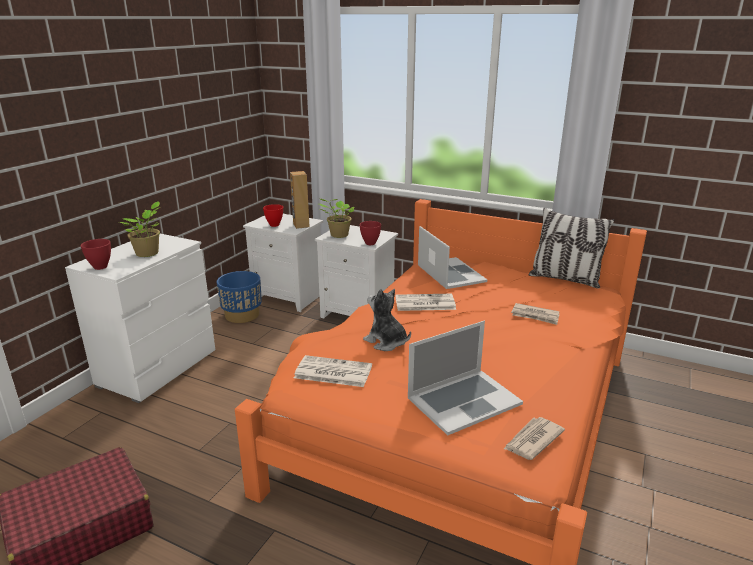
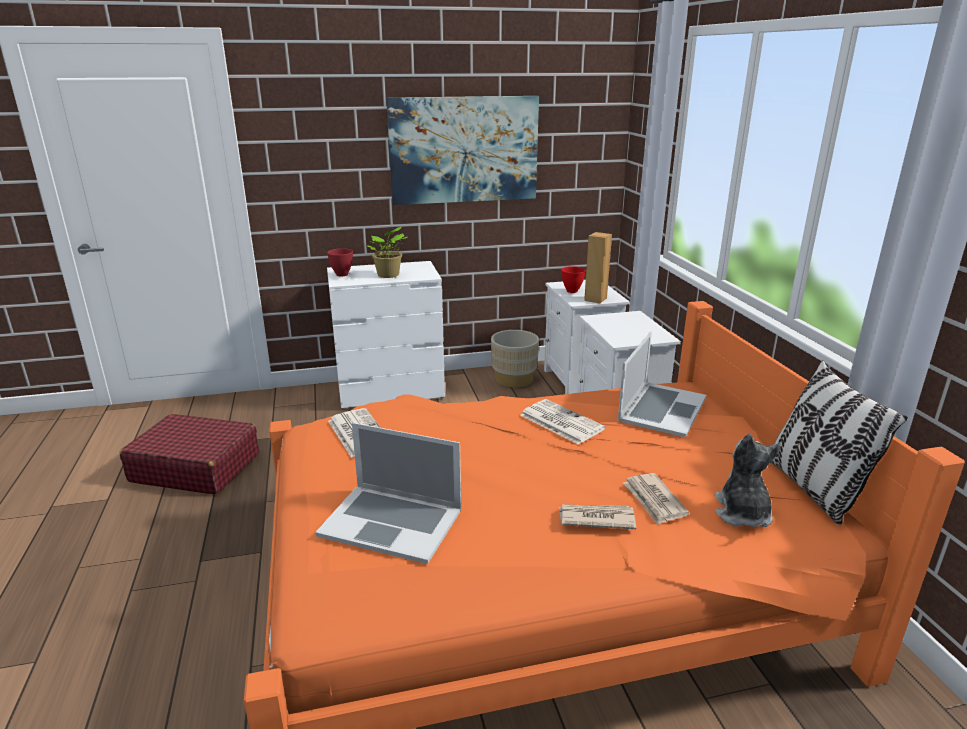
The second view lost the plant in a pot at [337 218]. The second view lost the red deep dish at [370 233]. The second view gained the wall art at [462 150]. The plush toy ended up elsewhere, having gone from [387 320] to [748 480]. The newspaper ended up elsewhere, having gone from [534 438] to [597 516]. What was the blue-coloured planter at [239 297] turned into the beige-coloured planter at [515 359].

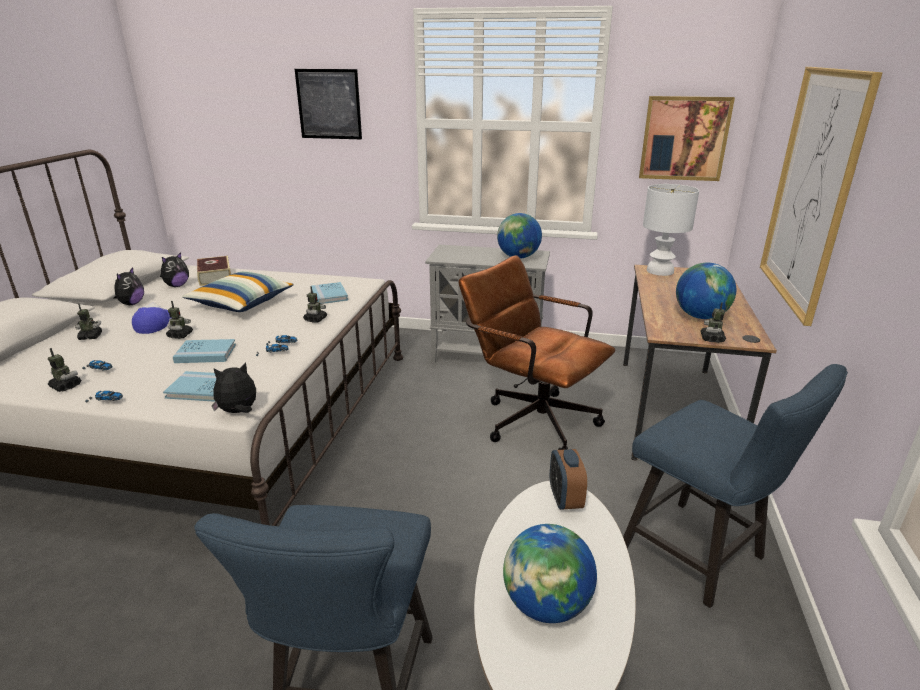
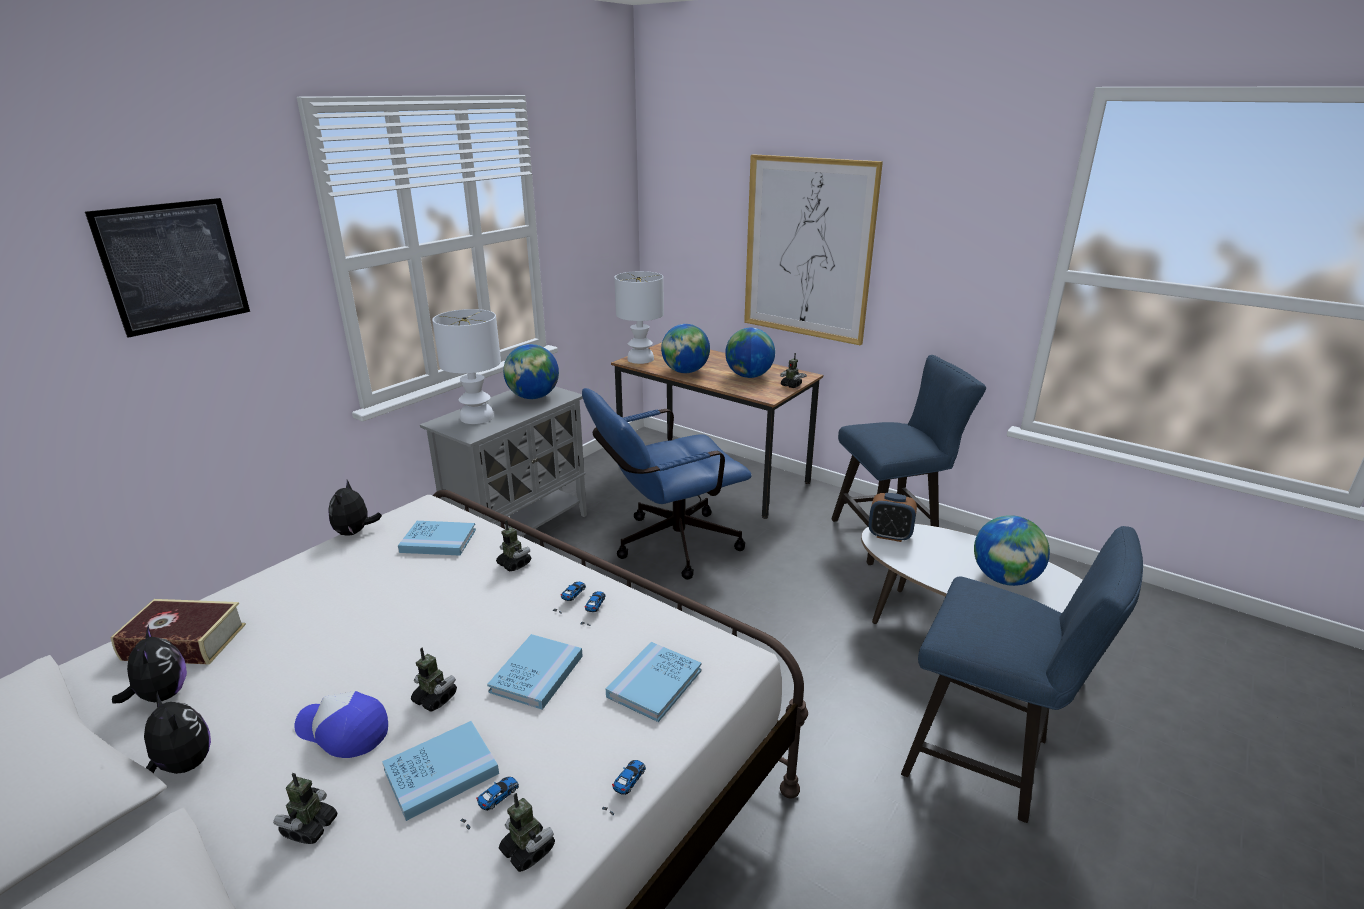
The second view lost the pillow at [238 291]. The second view lost the wall art at [687 138]. The second view gained the blue-coloured volume at [440 771]. The second view gained the white table lamp at [466 366]. The second view gained the globe at [685 348]. The plush toy ended up elsewhere, having gone from [234 387] to [355 508]. What was the brown-coloured computer chair at [537 352] turned into the blue-coloured computer chair at [667 484]. The toy robot at [64 370] ended up facing another way, 75 degrees clockwise from before.

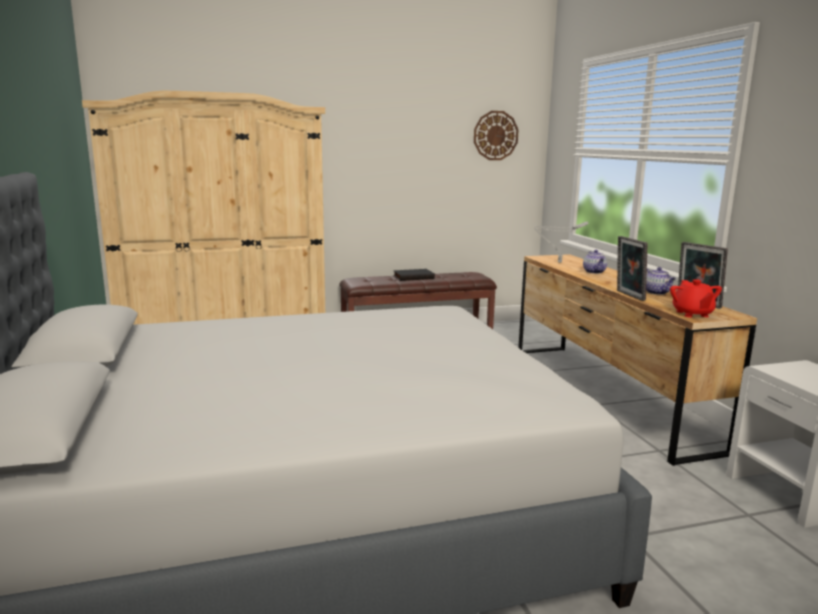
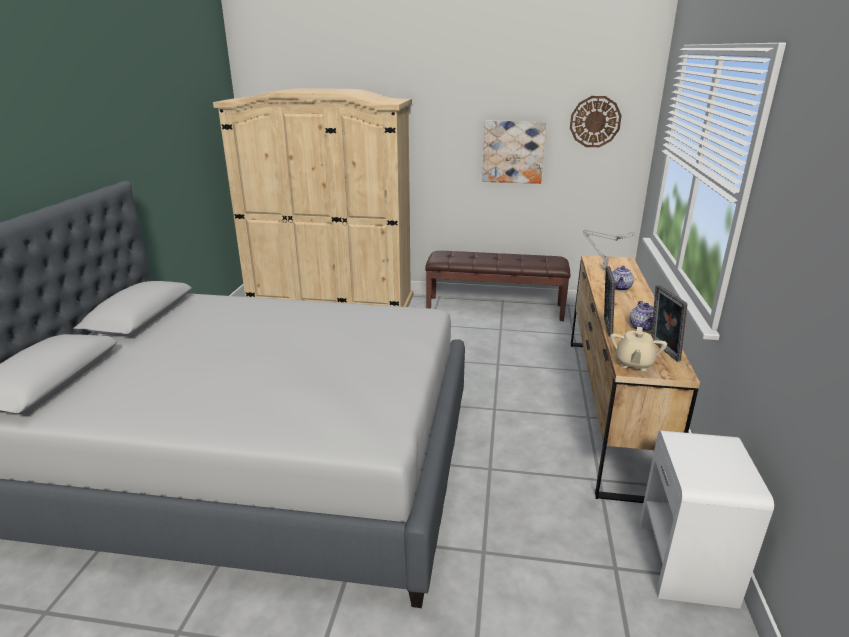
The second view lost the black-coloured volume at [414 275]. The second view gained the wall art at [514 152]. What was the red tea pot at [696 298] turned into the beige-coloured tea pot at [638 349].

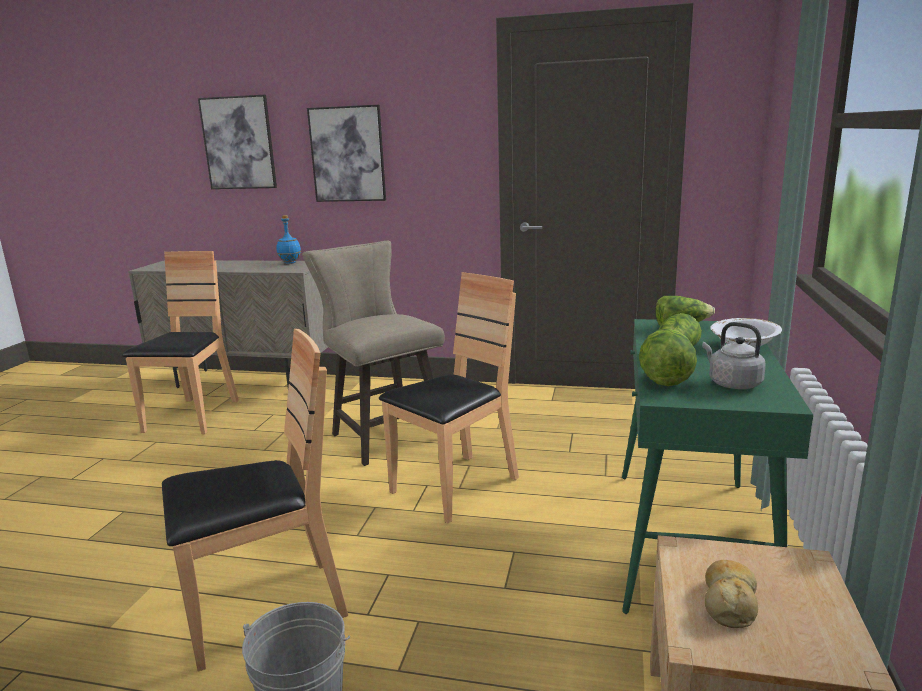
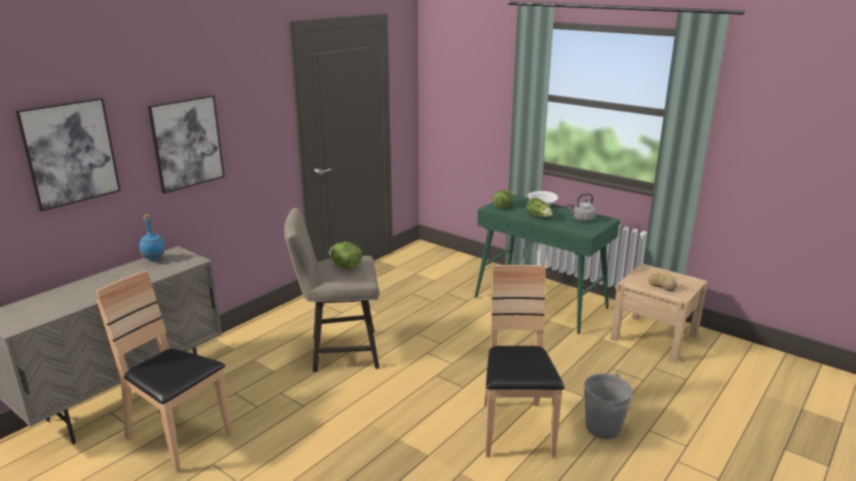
The second view lost the brown-coloured plain chair at [449 397]. The lettuce ended up elsewhere, having gone from [668 357] to [345 255].

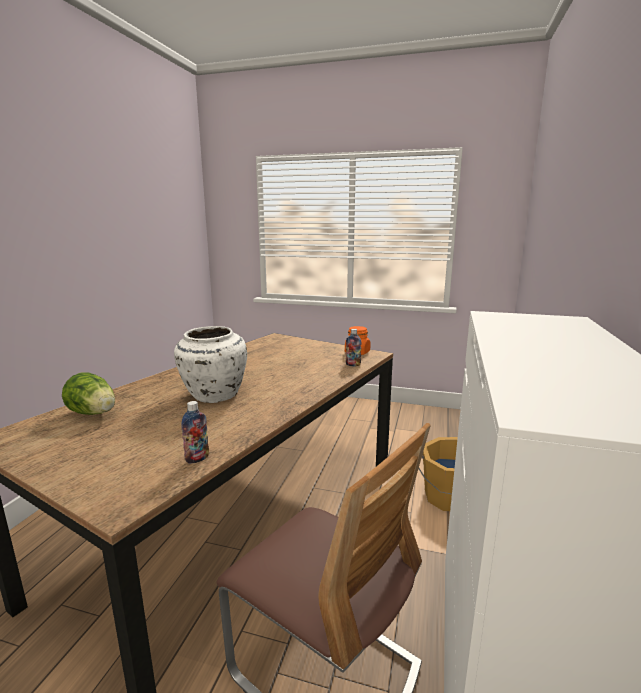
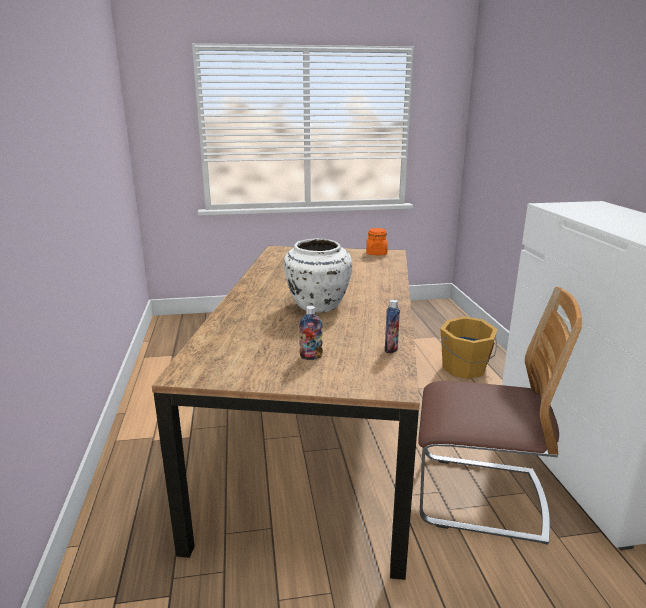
The second view lost the lettuce at [88 393]. The bottle ended up elsewhere, having gone from [353 348] to [311 333].

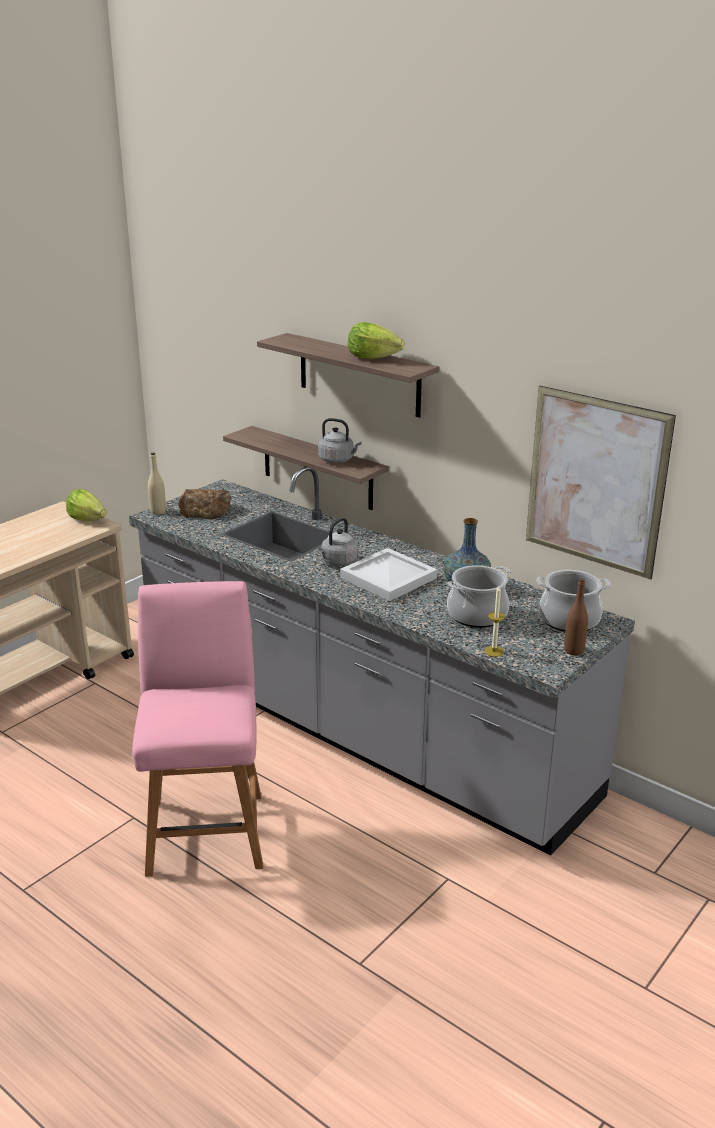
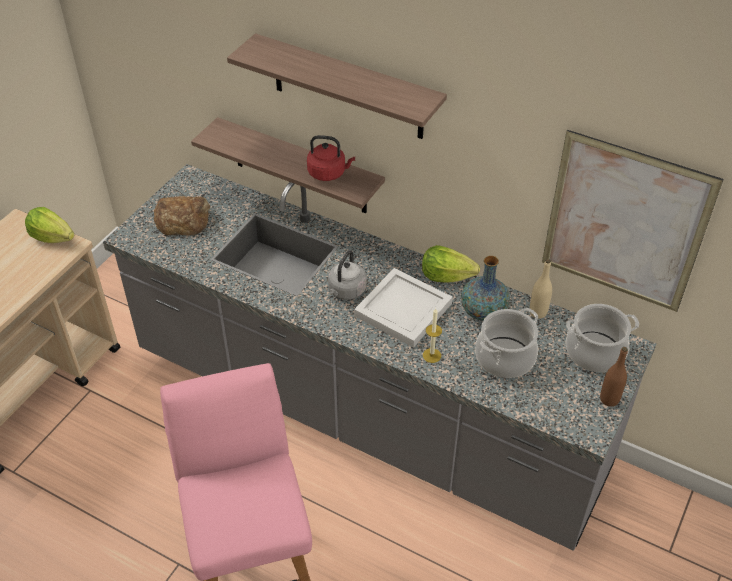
The beige-coloured bottle ended up elsewhere, having gone from [157 484] to [541 288]. The lettuce ended up elsewhere, having gone from [376 340] to [451 264]. The wax candle ended up elsewhere, having gone from [494 621] to [432 335]. What was the grey tea kettle at [340 440] turned into the red tea kettle at [331 158].

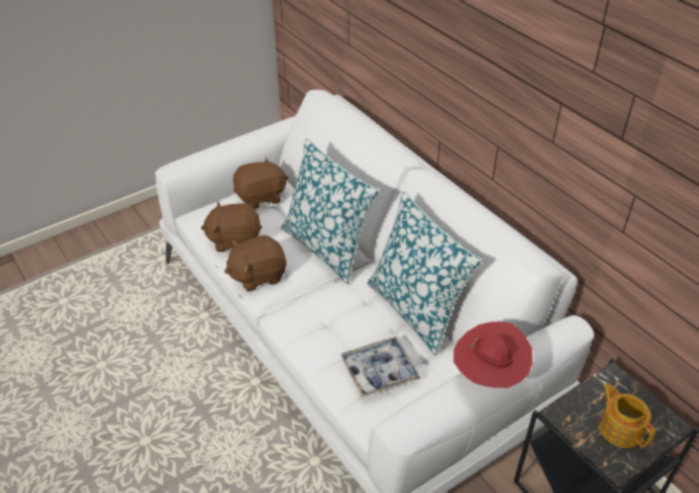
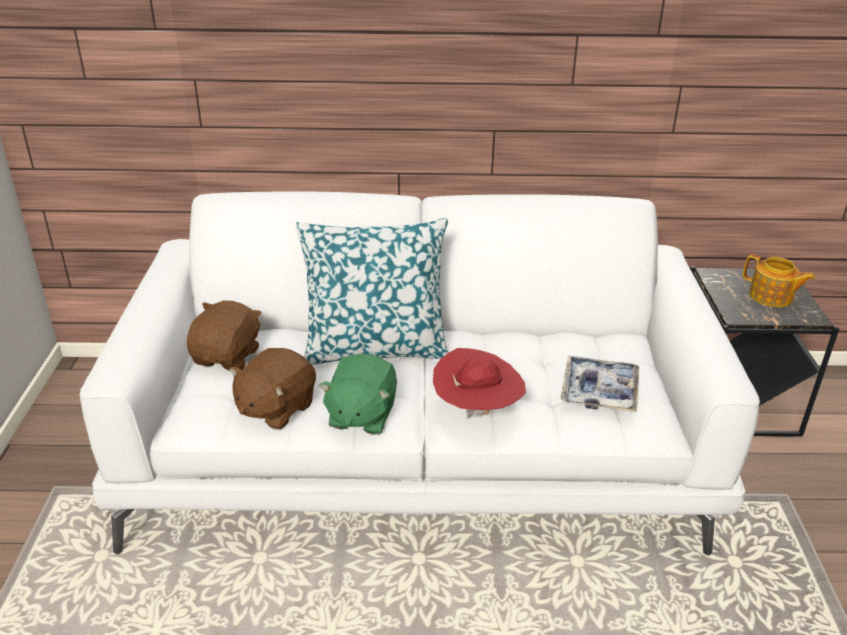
The second view lost the pillow at [424 274]. The red wearable hat ended up elsewhere, having gone from [493 355] to [479 383]. What was the brown-coloured plush toy at [255 263] turned into the green-coloured plush toy at [358 394]. The tea pot at [627 415] ended up facing another way, 150 degrees counterclockwise from before.

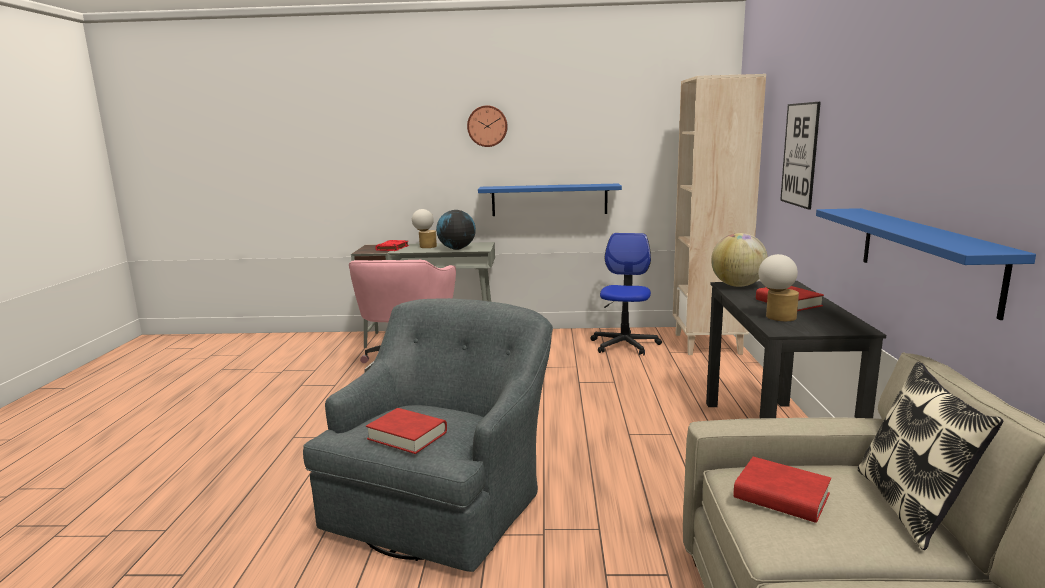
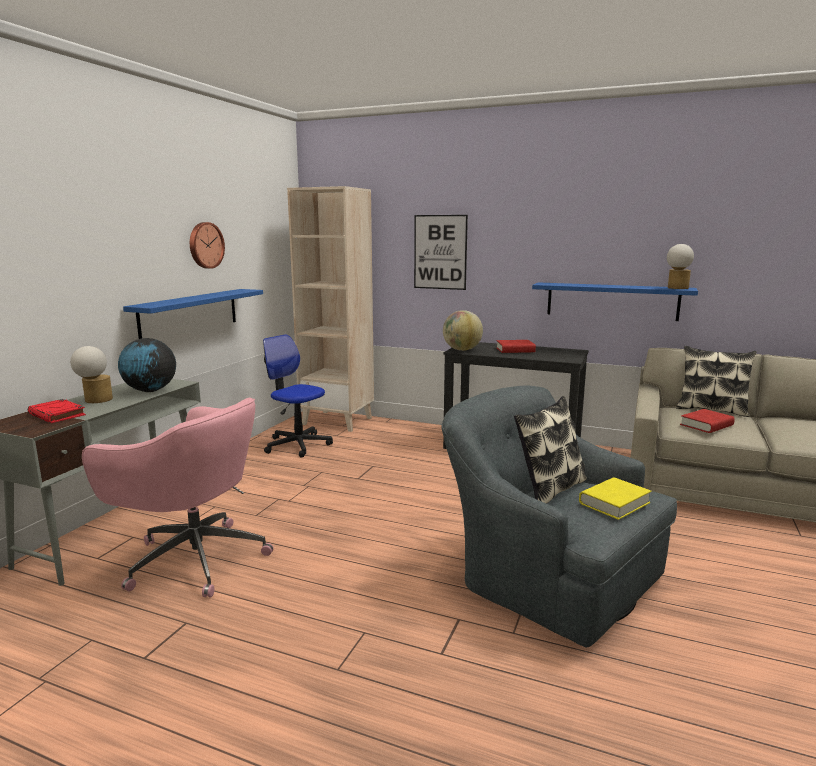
The second view gained the pillow at [550 450]. The wall clock ended up elsewhere, having gone from [487 126] to [207 245]. The table lamp ended up elsewhere, having gone from [778 287] to [680 266]. What was the red volume at [406 431] turned into the yellow-coloured volume at [615 498].

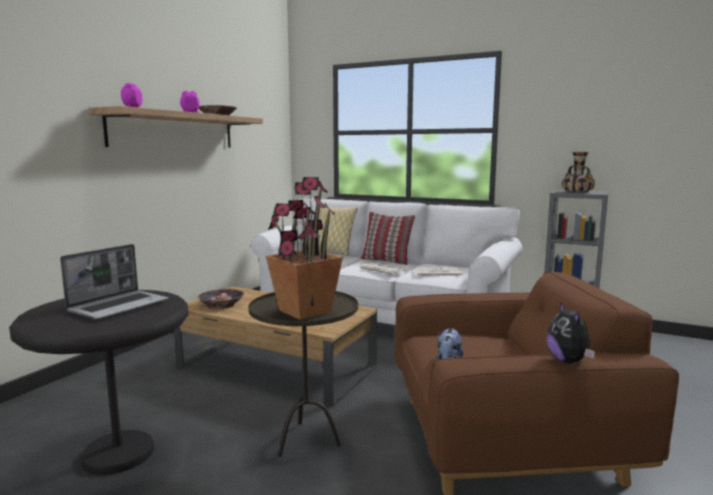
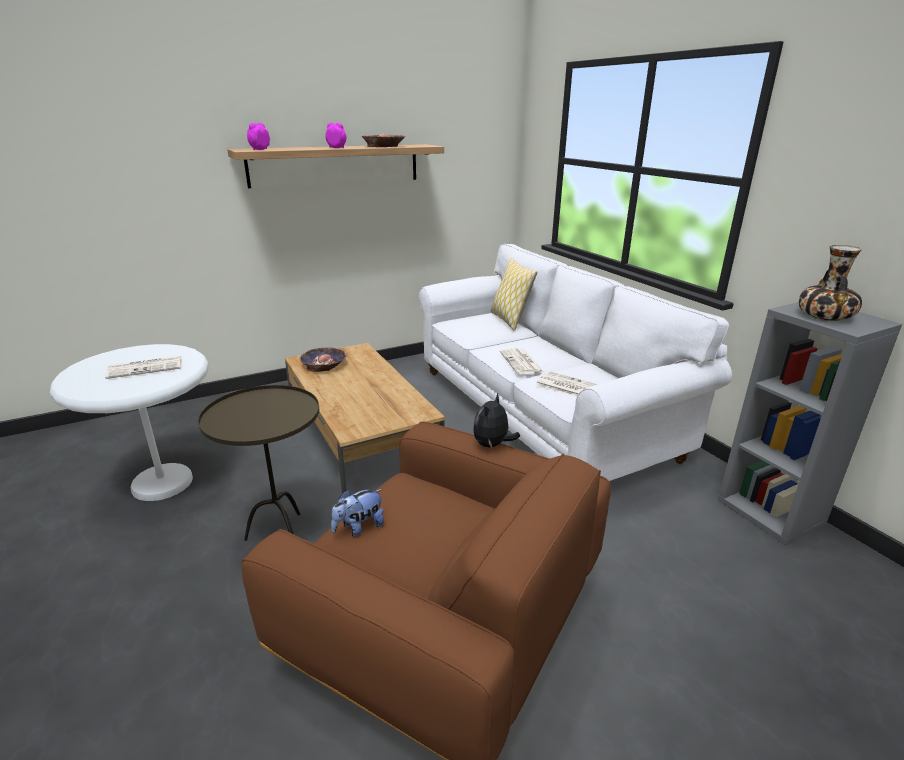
The second view lost the plant in a pot at [304 248]. The second view lost the pillow at [388 238]. The plush toy ended up elsewhere, having gone from [571 333] to [496 420]. Where the notebook computer stood at [114 282], the newspaper came to stand at [143 367]. What was the black-coloured end table at [99 382] turned into the white end table at [129 422].

